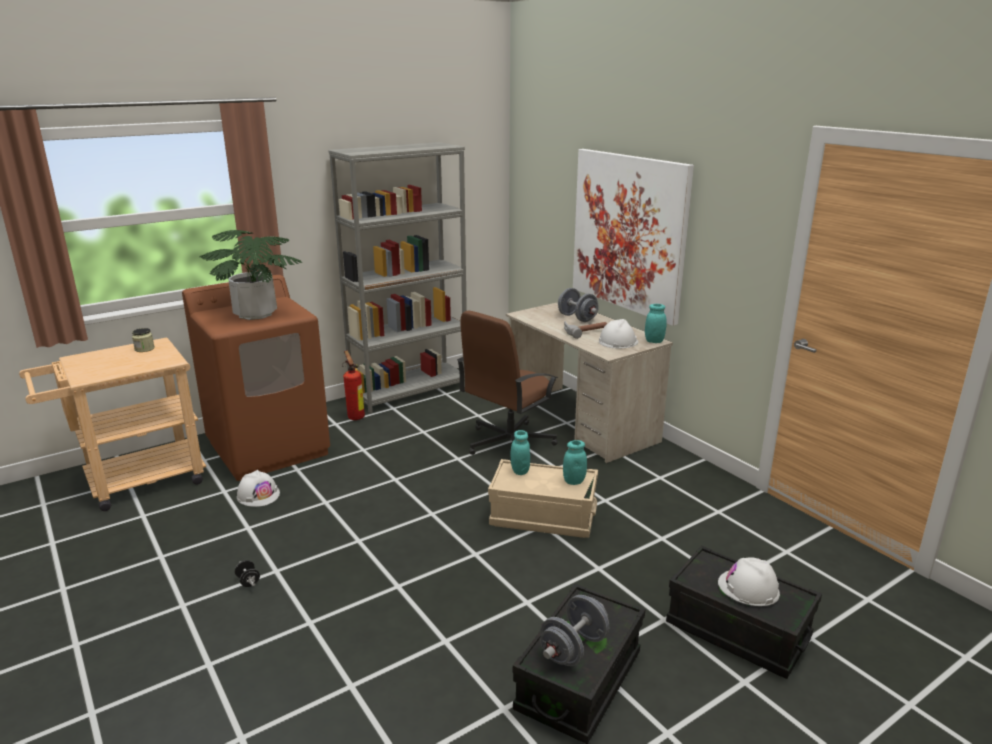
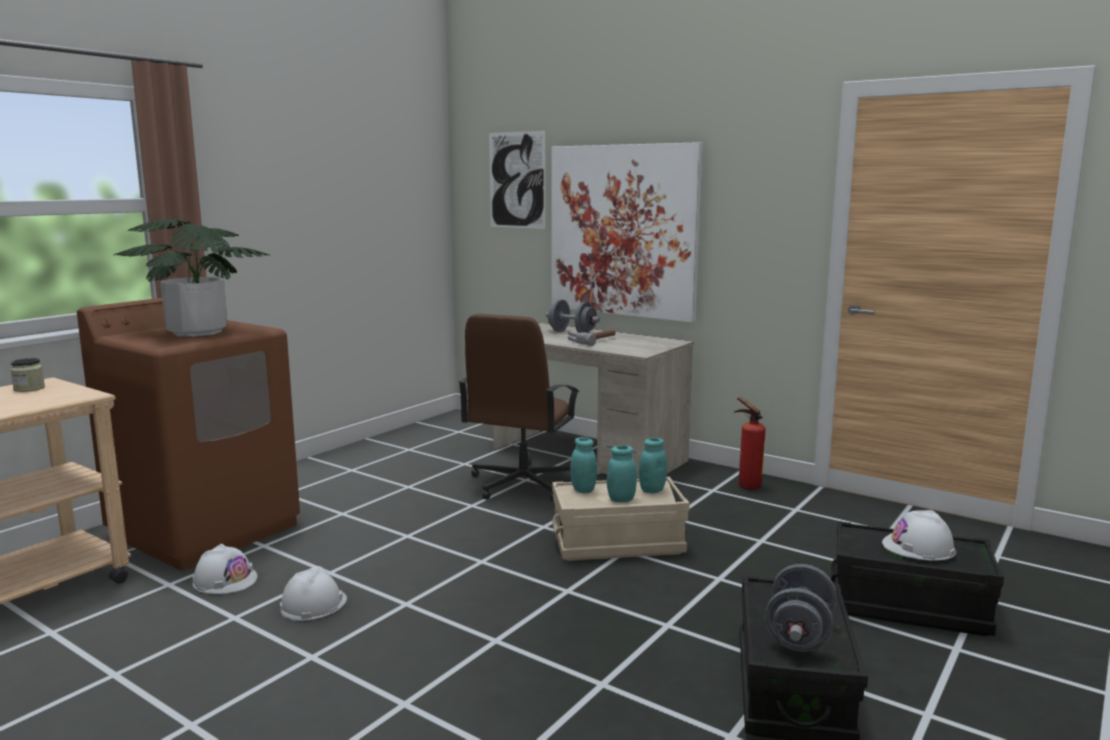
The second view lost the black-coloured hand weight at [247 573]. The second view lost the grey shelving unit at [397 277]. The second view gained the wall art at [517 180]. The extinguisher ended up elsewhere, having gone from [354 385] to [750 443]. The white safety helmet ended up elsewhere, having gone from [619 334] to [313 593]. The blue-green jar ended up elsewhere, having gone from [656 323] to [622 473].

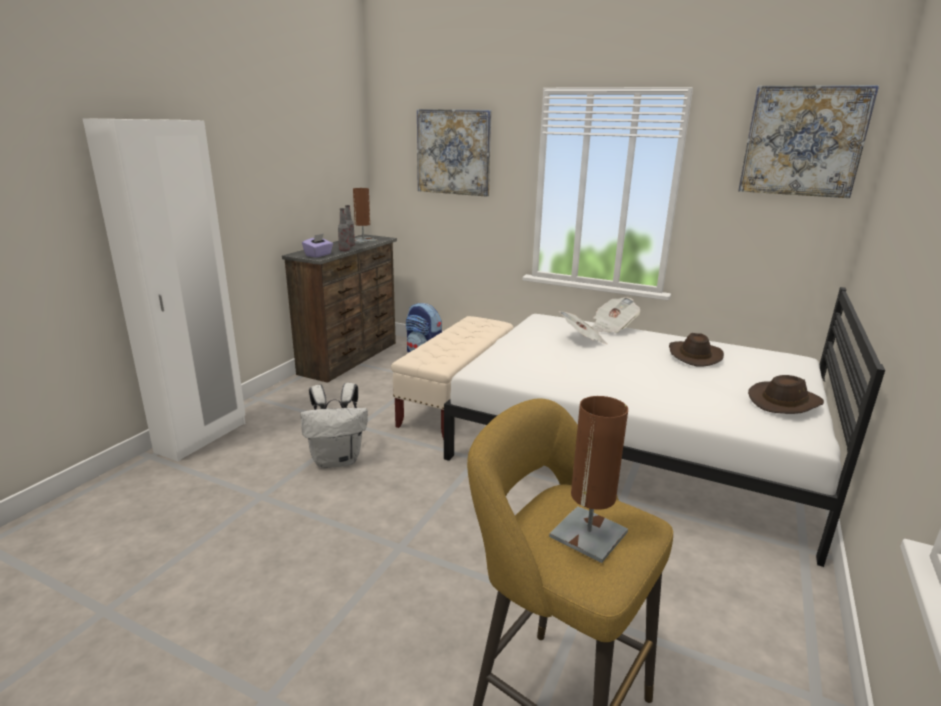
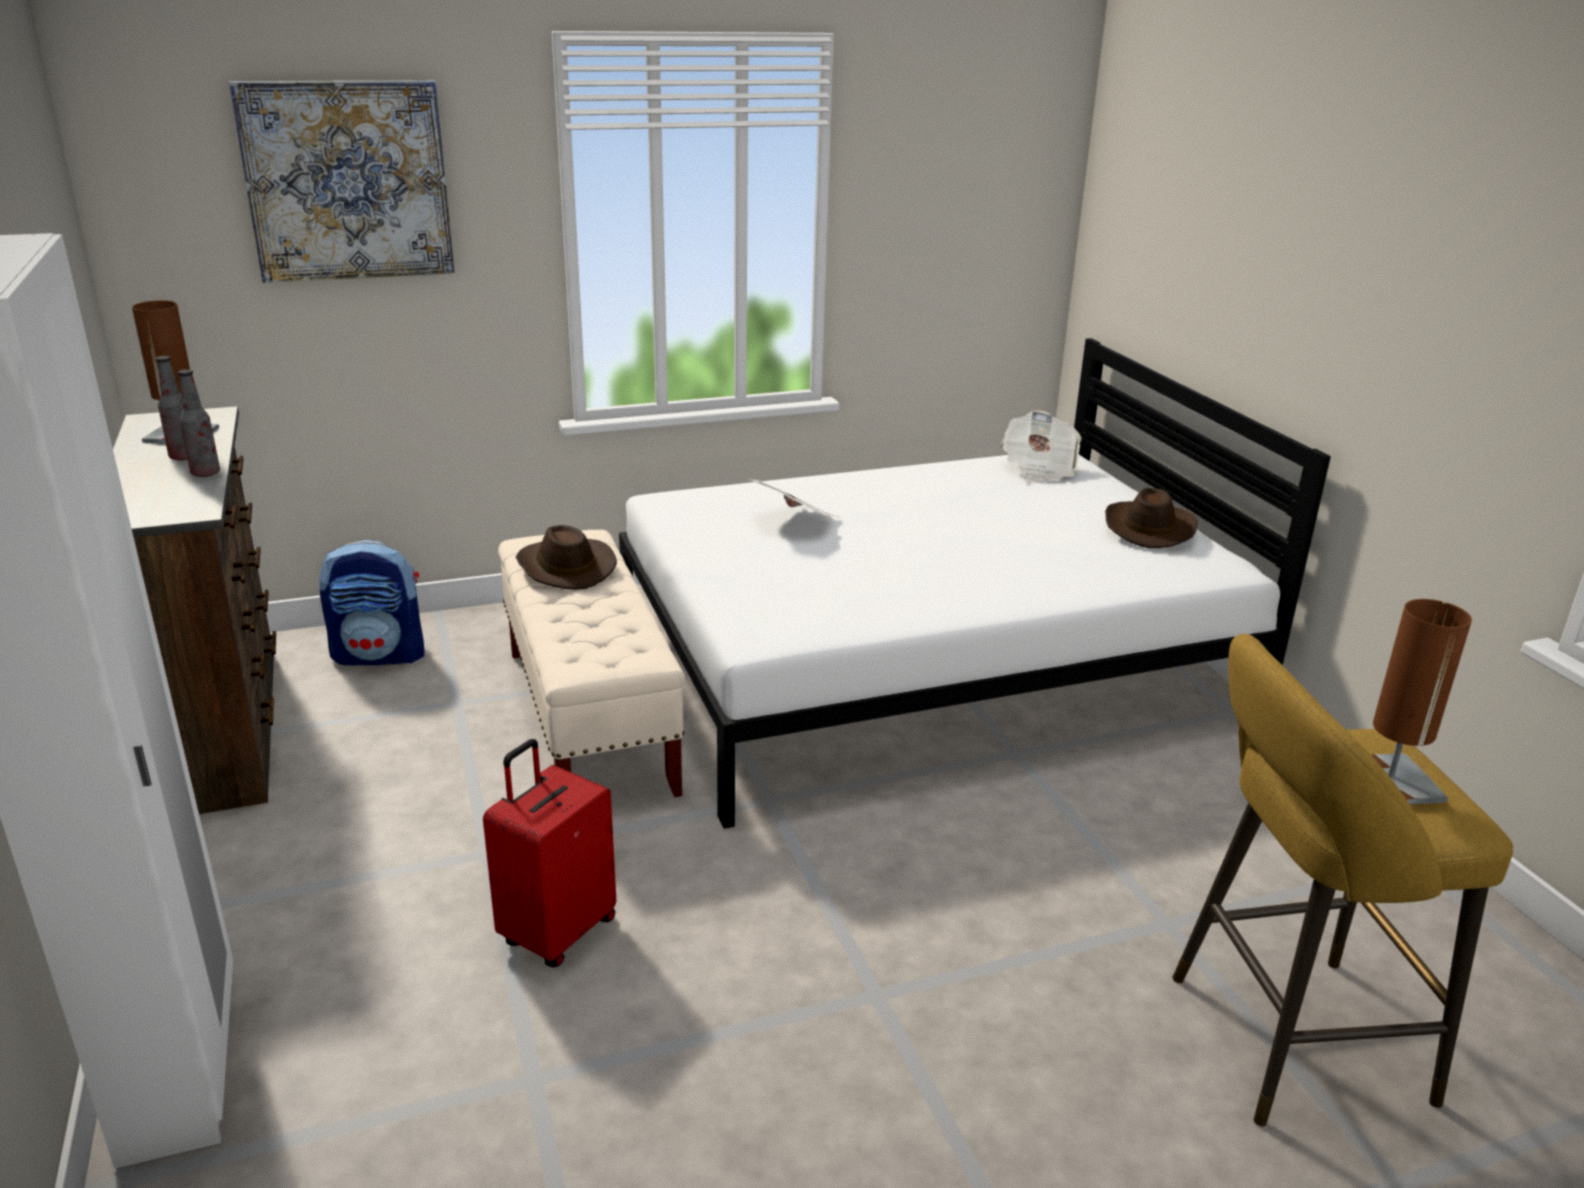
The second view lost the purple-coloured box of tissues at [317 246]. The second view lost the wall art at [808 141]. The newspaper ended up elsewhere, having gone from [616 315] to [1041 446]. The brown-coloured wearable hat ended up elsewhere, having gone from [696 350] to [566 557]. Where the white knapsack stood at [334 425], the red piece of luggage came to stand at [549 853].

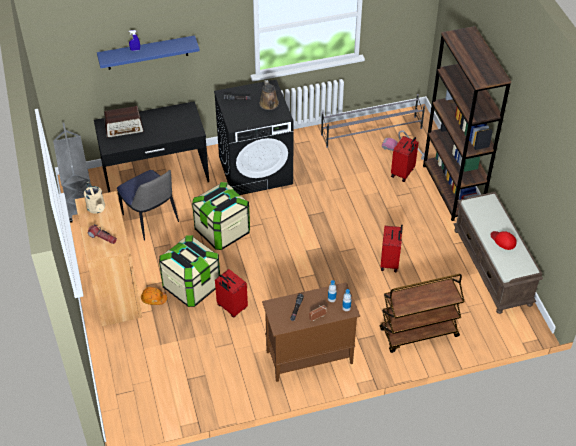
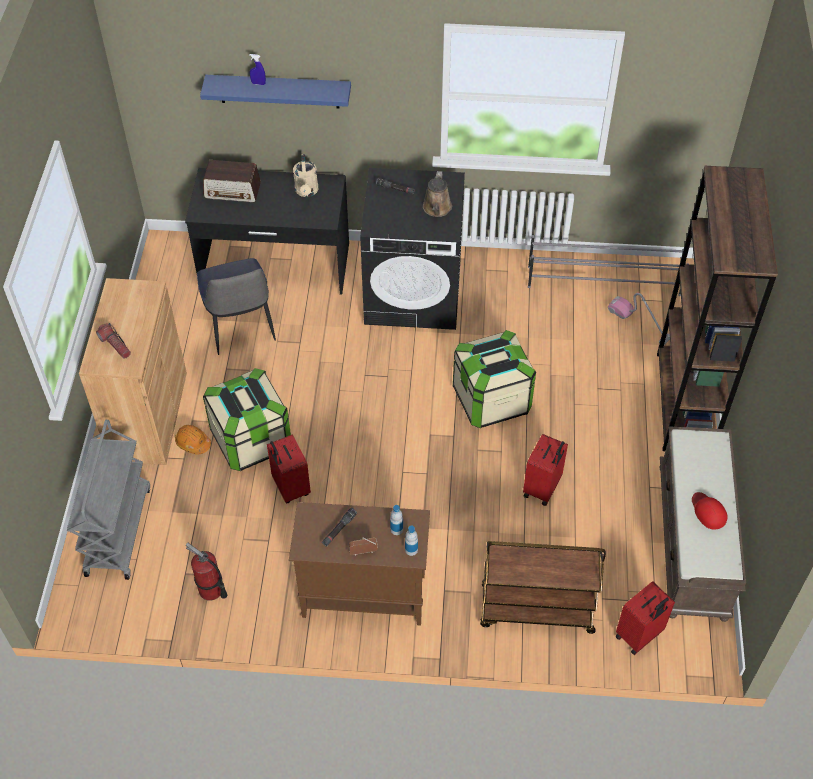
The second view gained the extinguisher at [206 572]. The grey trolley ended up elsewhere, having gone from [72 173] to [108 500]. The beige-coloured watering can ended up elsewhere, having gone from [94 197] to [306 175]. The storage box ended up elsewhere, having gone from [221 216] to [494 379]. The red piece of luggage ended up elsewhere, having gone from [405 159] to [645 618].

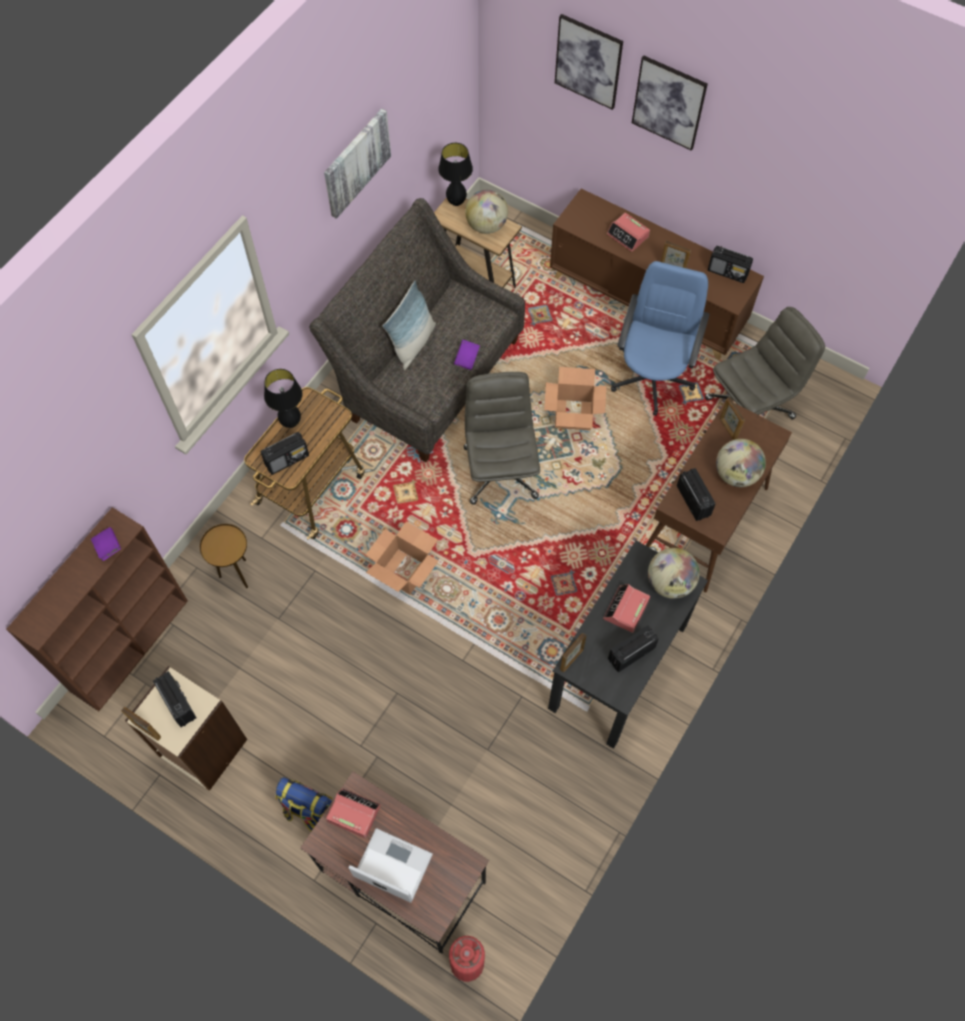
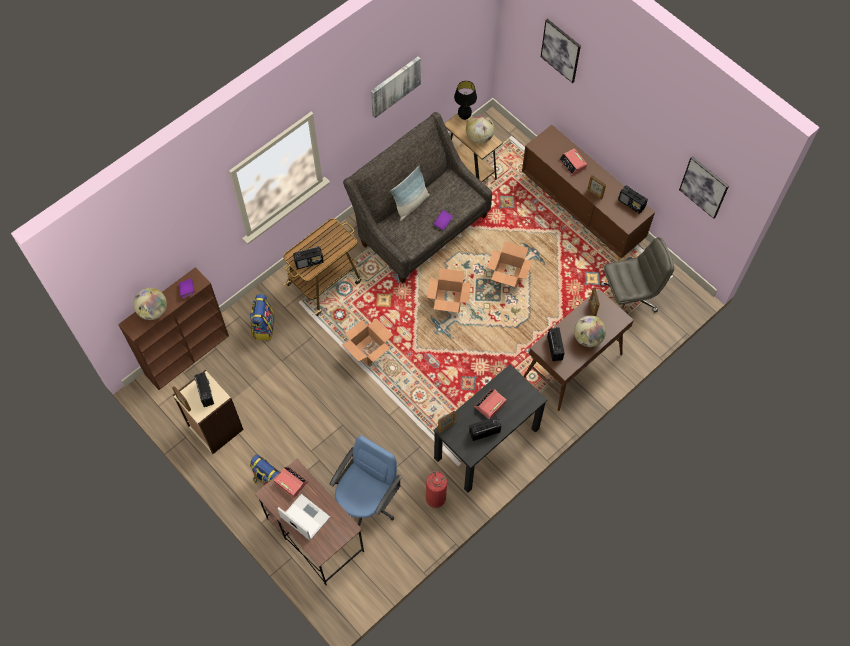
The second view lost the black-coloured table lamp at [283 398]. The extinguisher ended up elsewhere, having gone from [467 959] to [436 489]. The blue-coloured computer chair ended up elsewhere, having gone from [660 338] to [365 485]. The wall art ended up elsewhere, having gone from [670 103] to [704 187]. The globe ended up elsewhere, having gone from [674 573] to [150 304]. Where the brown-coloured end table stood at [224 556], the knapsack came to stand at [262 317]. Where the grey computer chair stood at [502 438], the packing box came to stand at [449 290].

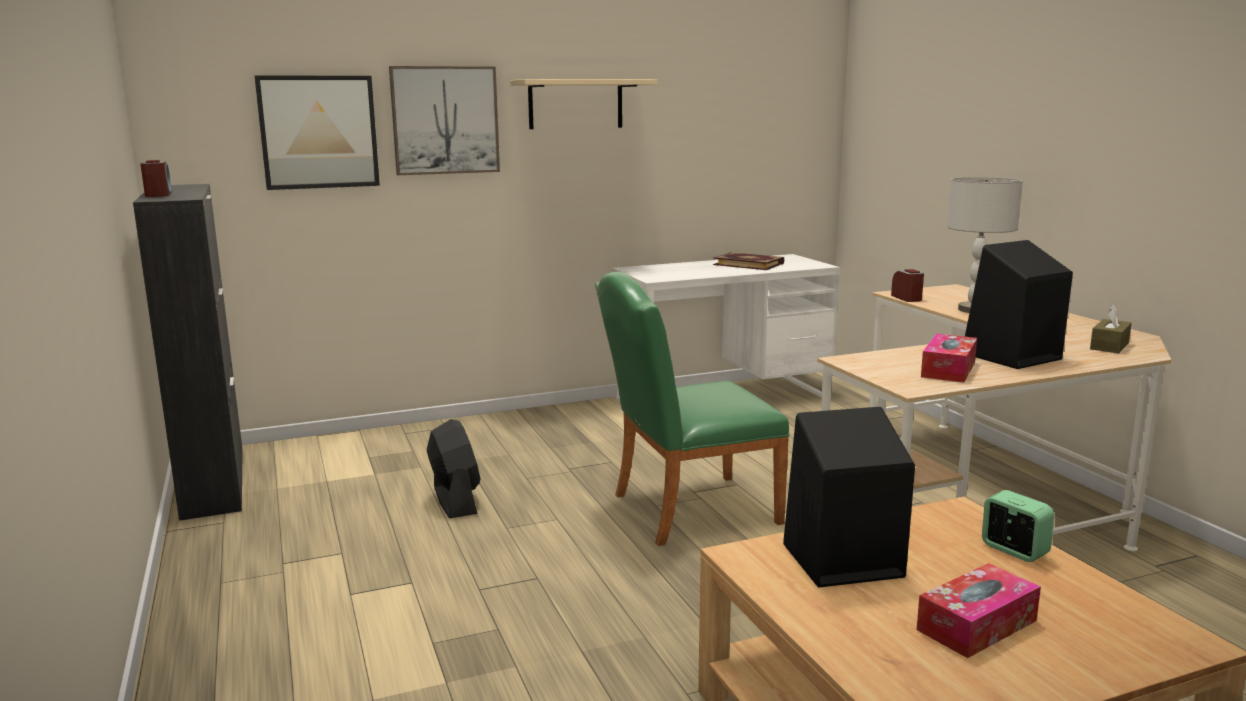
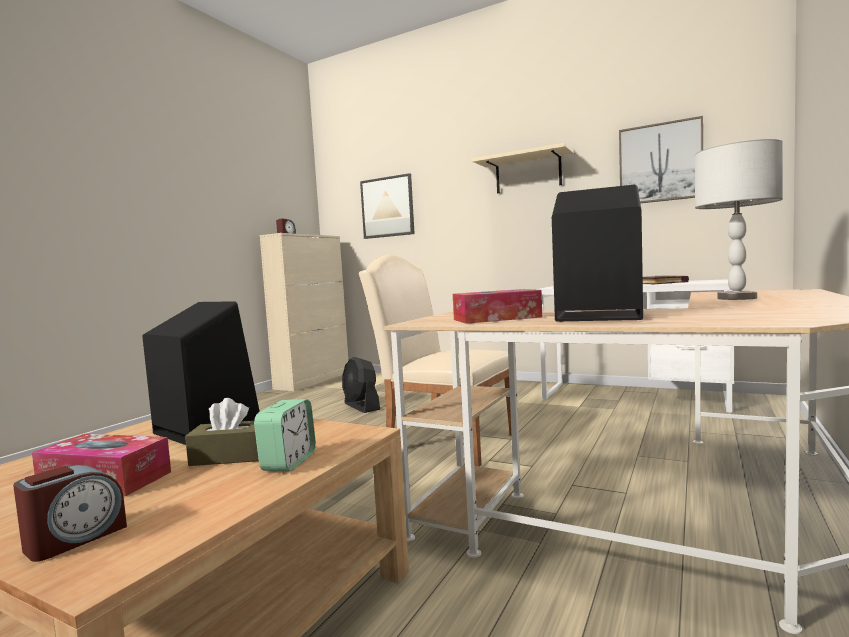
The wall art ended up elsewhere, having gone from [444 120] to [661 159]. The bedside clock ended up elsewhere, having gone from [907 285] to [70 513]. The brown-coloured box of tissues ended up elsewhere, having gone from [1111 328] to [222 432]. What was the black-coloured storage cabinet at [188 352] turned into the beige-coloured storage cabinet at [304 312]. What was the green-coloured plain chair at [692 409] turned into the beige-coloured plain chair at [435 360]. The black-coloured cooling fan at [454 468] ended up facing another way, 120 degrees clockwise from before.

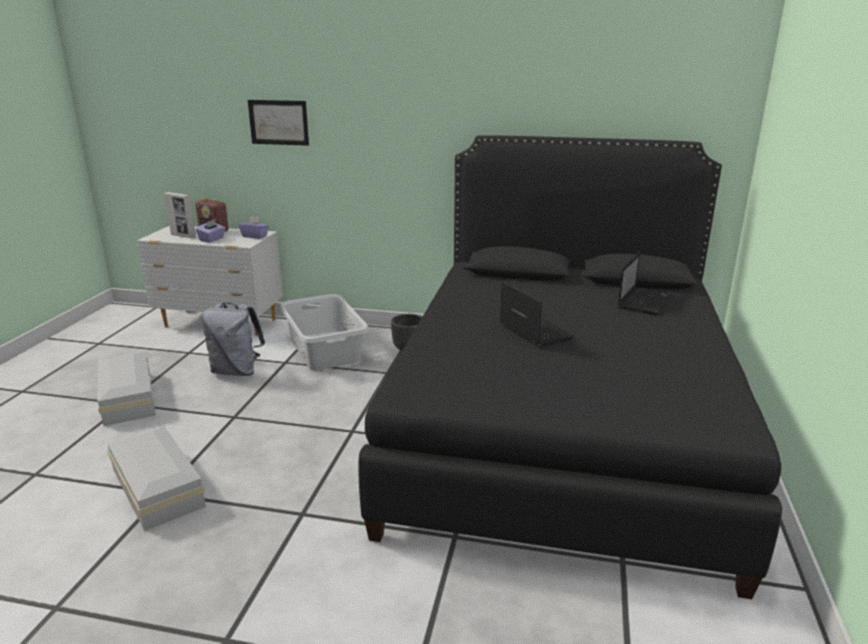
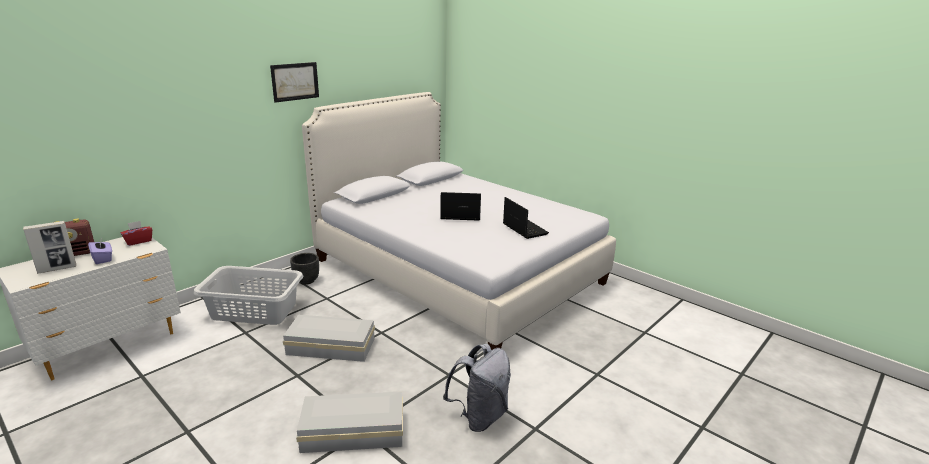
The white storage box ended up elsewhere, having gone from [127 389] to [329 338]. The grey knapsack ended up elsewhere, having gone from [233 339] to [477 388]. The wall art ended up elsewhere, having gone from [278 123] to [294 82]. The notebook computer ended up elsewhere, having gone from [645 283] to [526 218]. What was the purple-coloured box of tissues at [254 227] turned into the red box of tissues at [136 233]. What was the black-coloured bedroom bed at [570 367] turned into the white bedroom bed at [459 221].

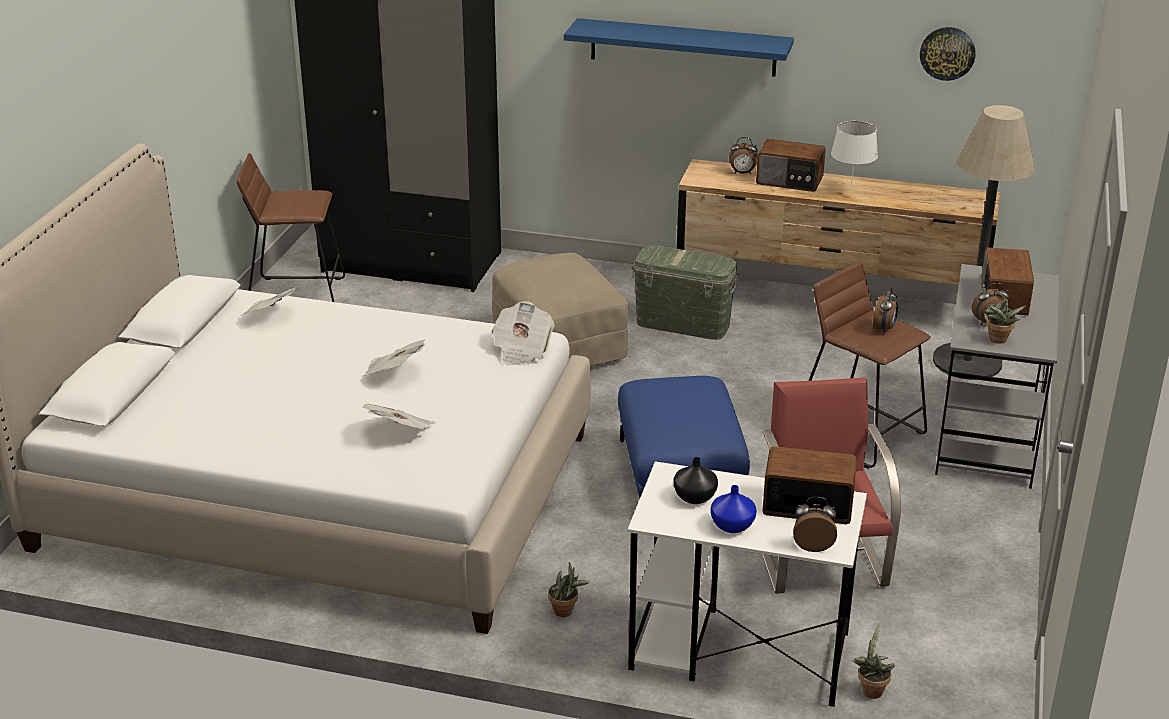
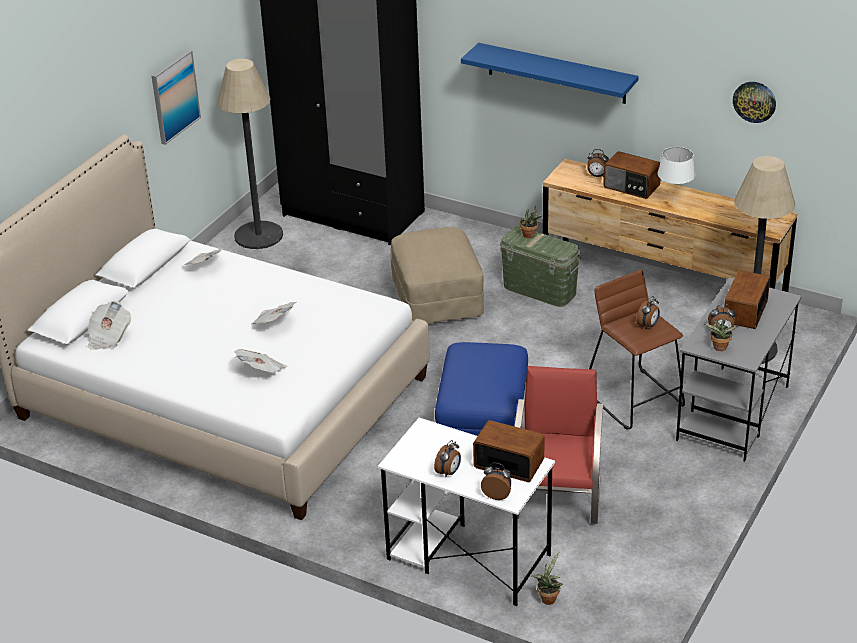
The second view lost the black-coloured decorative vase at [695 480]. The second view gained the wall art at [176 97]. The newspaper ended up elsewhere, having gone from [523 333] to [108 325]. The plant in a pot ended up elsewhere, having gone from [569 589] to [531 222]. Where the brown-coloured stool stood at [291 227], the standard lamp came to stand at [250 154]. Where the blue-coloured decorative vase stood at [733 509], the bedside clock came to stand at [447 459].

